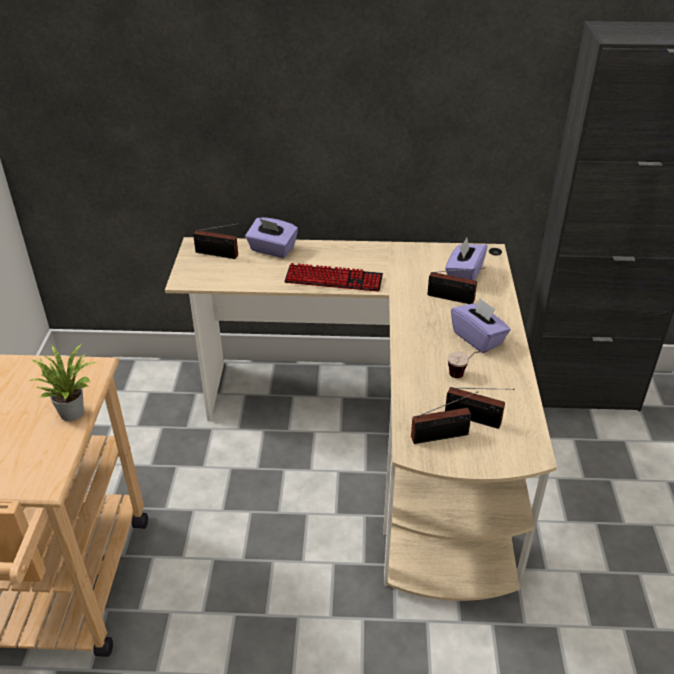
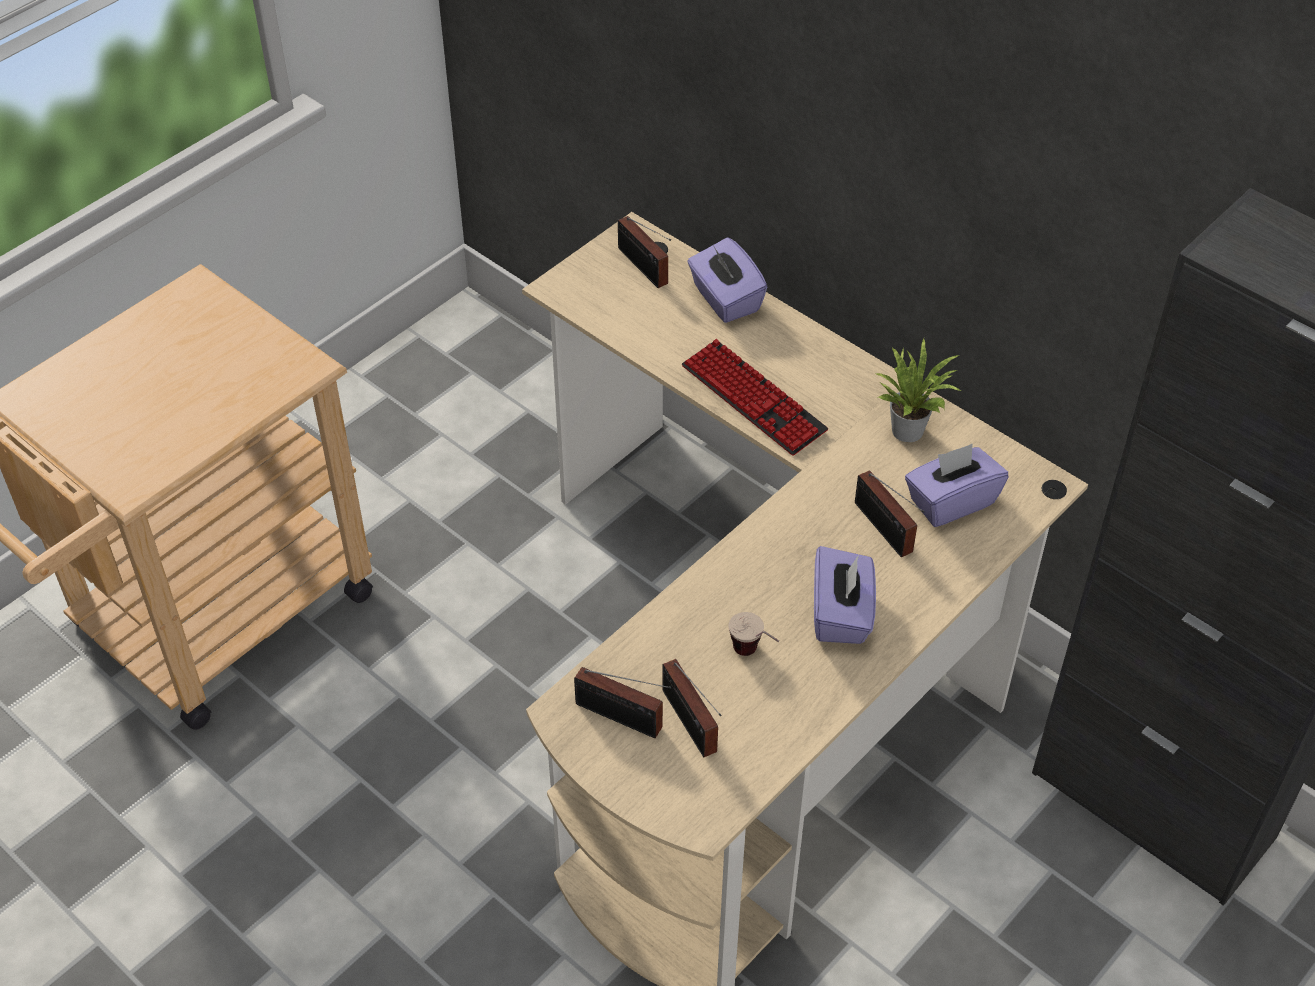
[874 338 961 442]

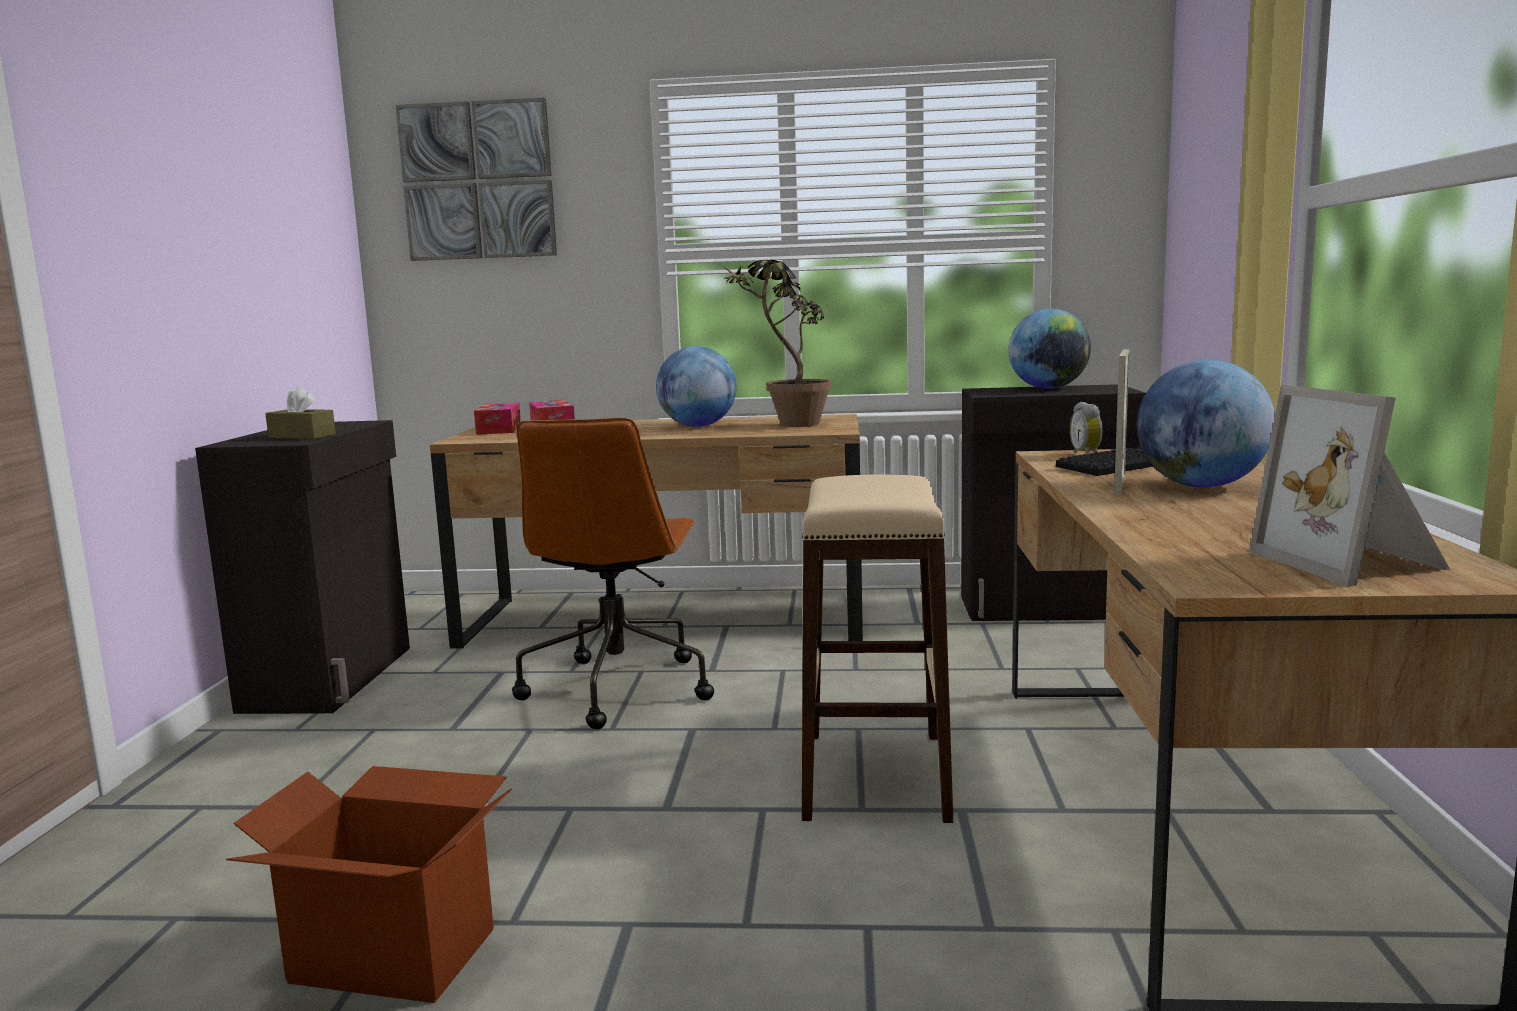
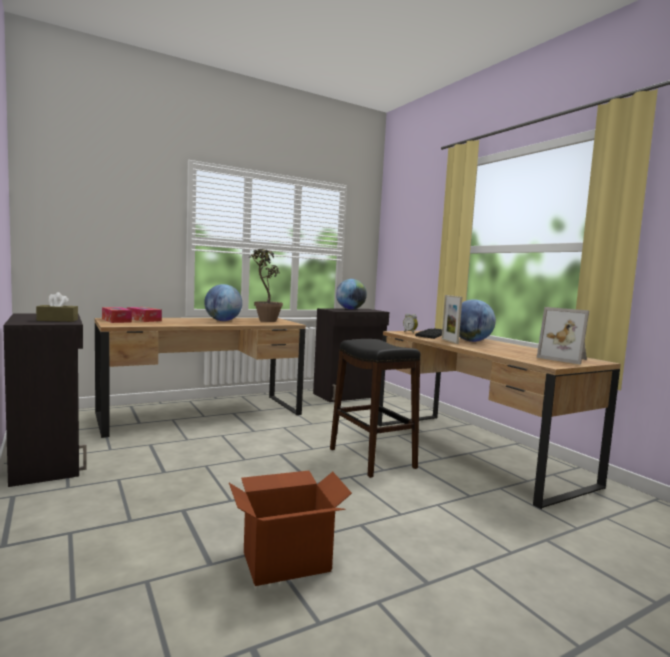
[395 97 557 261] (first image)
[512 418 714 729] (first image)
[330 339 421 478]

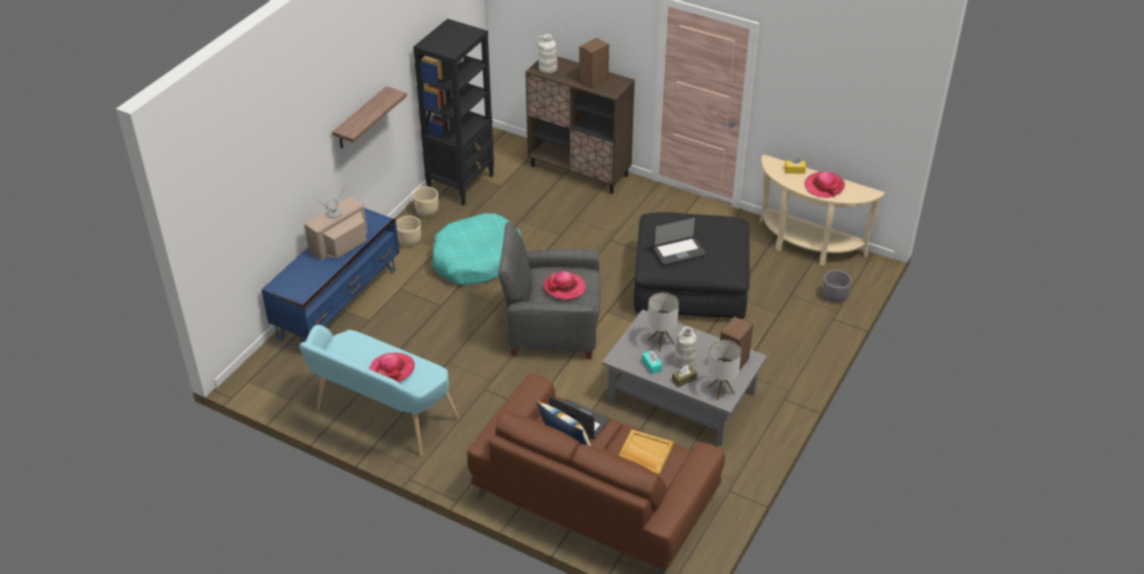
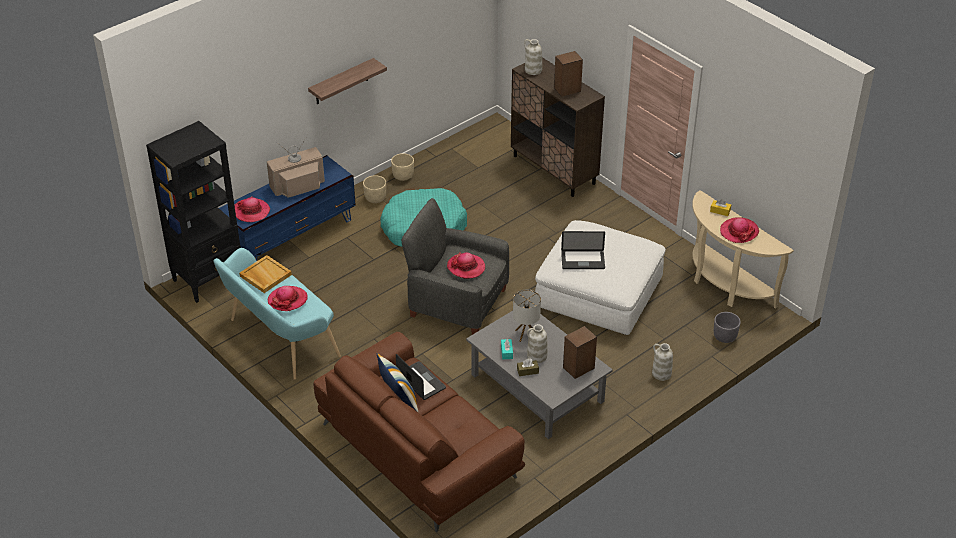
[146 121 241 303]
[535 220 666 335]
[708 340 741 400] (first image)
[239 255 292 293]
[234 196 270 222]
[652 343 673 381]

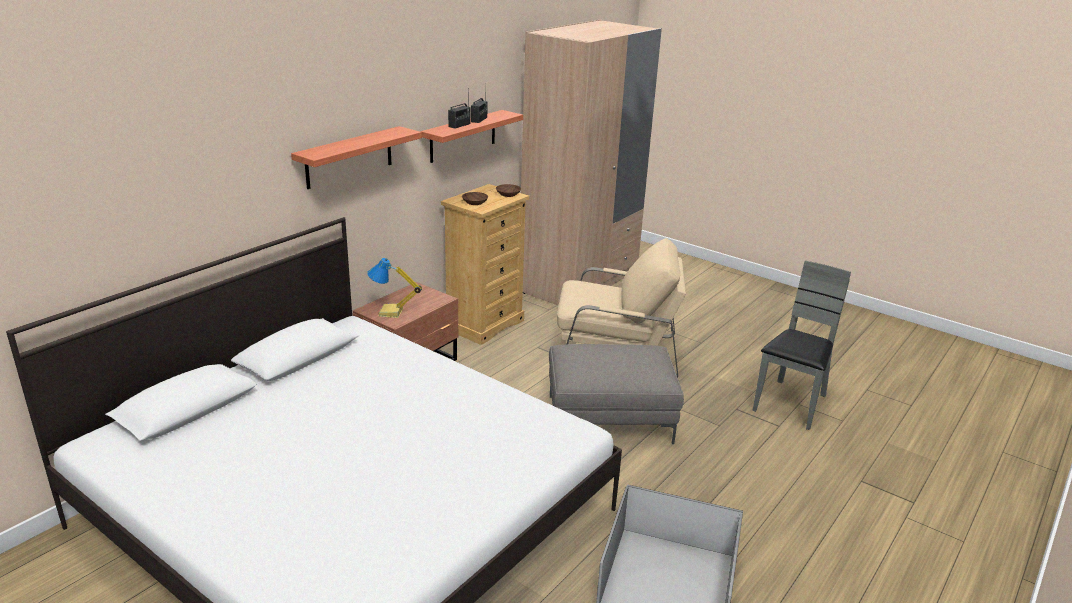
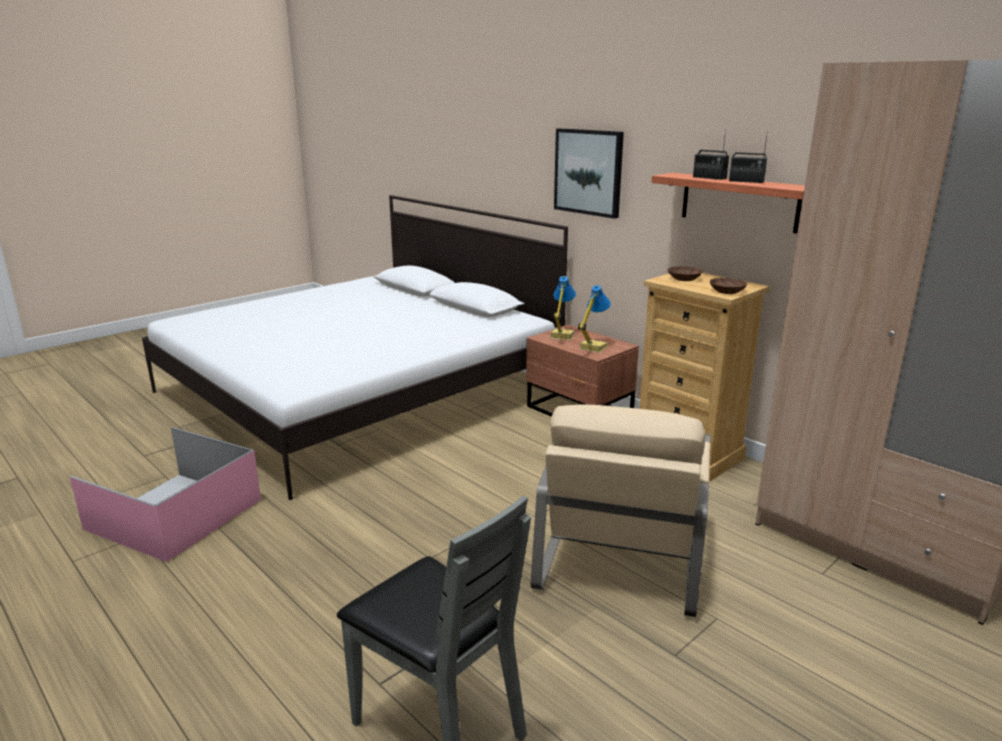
[554 128 624 219]
[549 344 684 445] (first image)
[578 285 611 353]

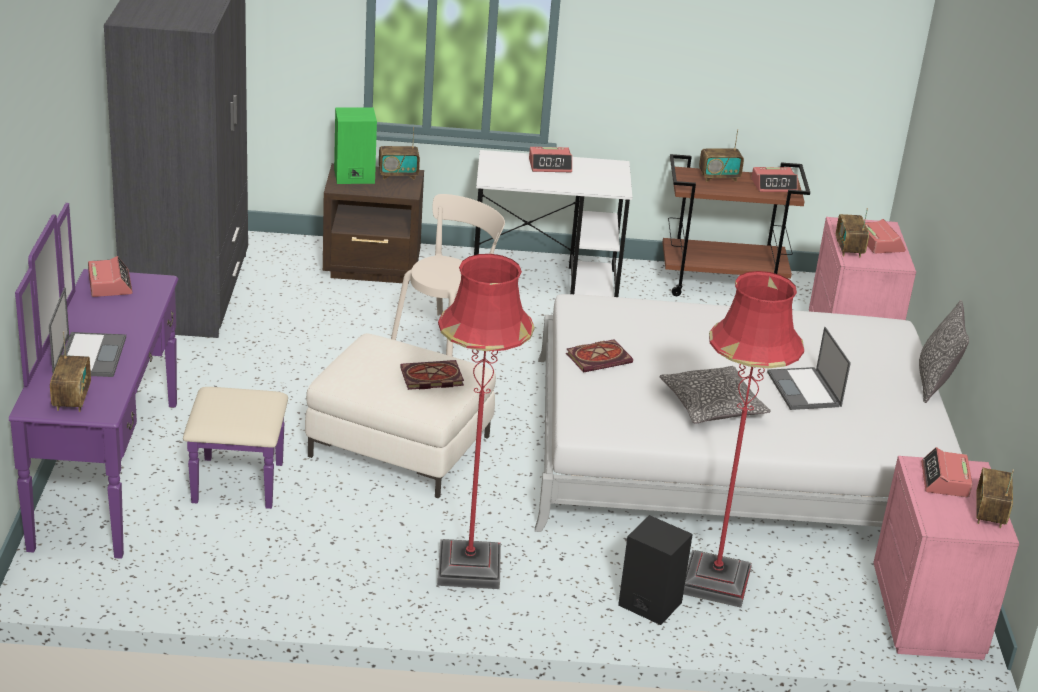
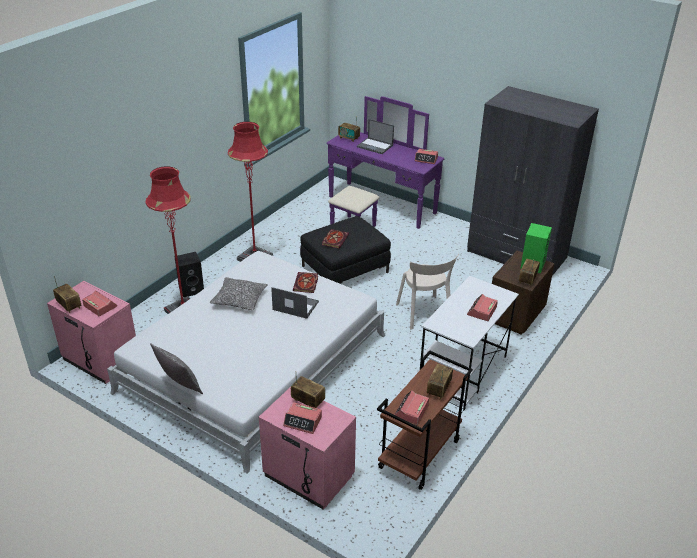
[271 287 319 319]
[300 216 391 284]

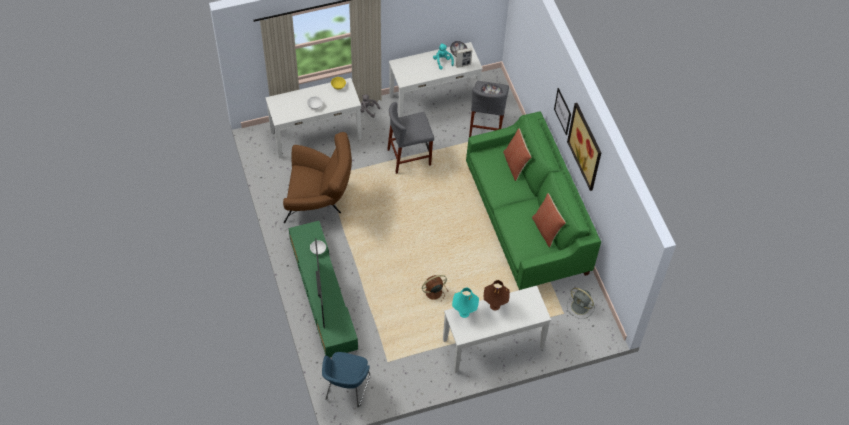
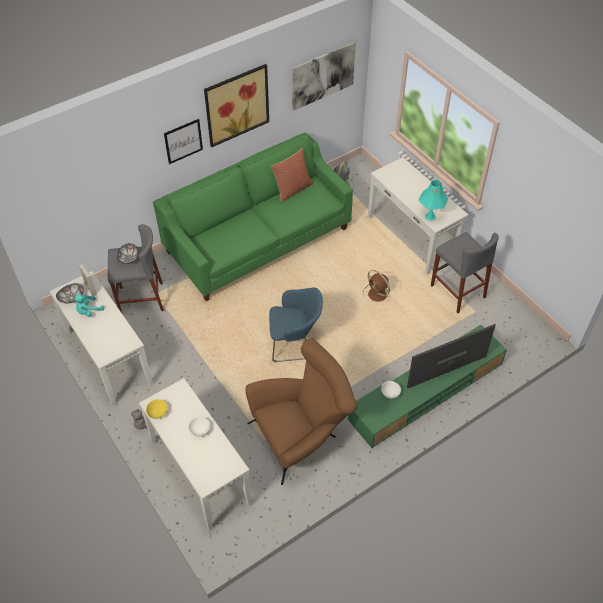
[431 232 499 313]
[503 128 532 181] (first image)
[245 338 357 485]
[484 280 510 310] (first image)
[269 288 323 363]
[292 42 356 111]

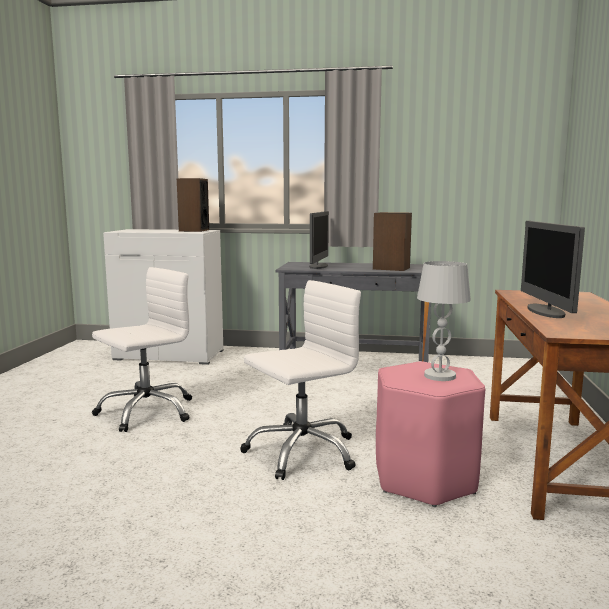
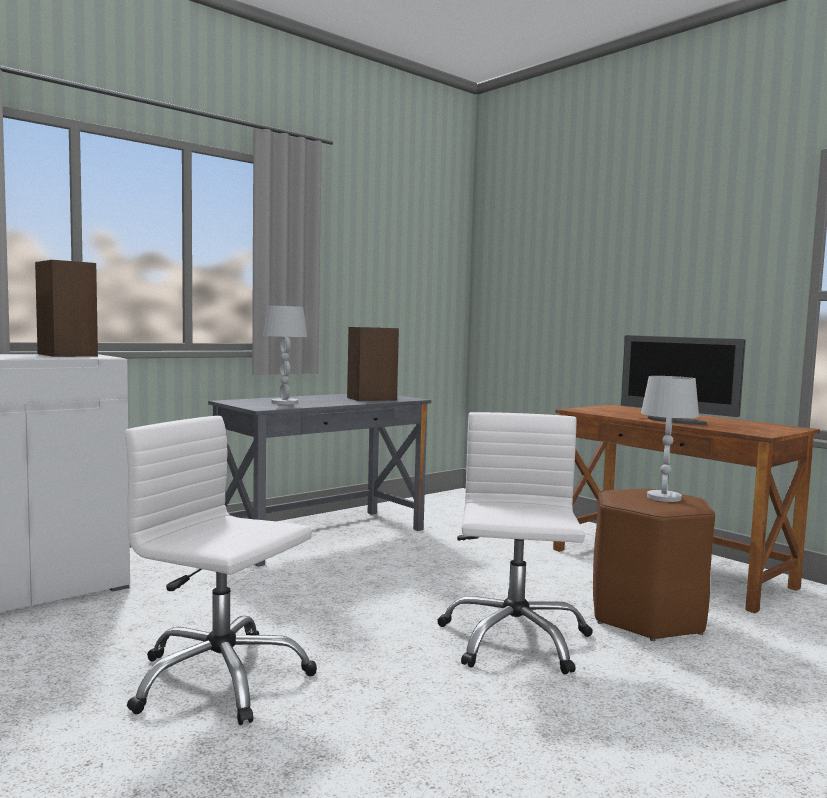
[263 306 307 405]
[125 416 317 725]
[593 488 715 641]

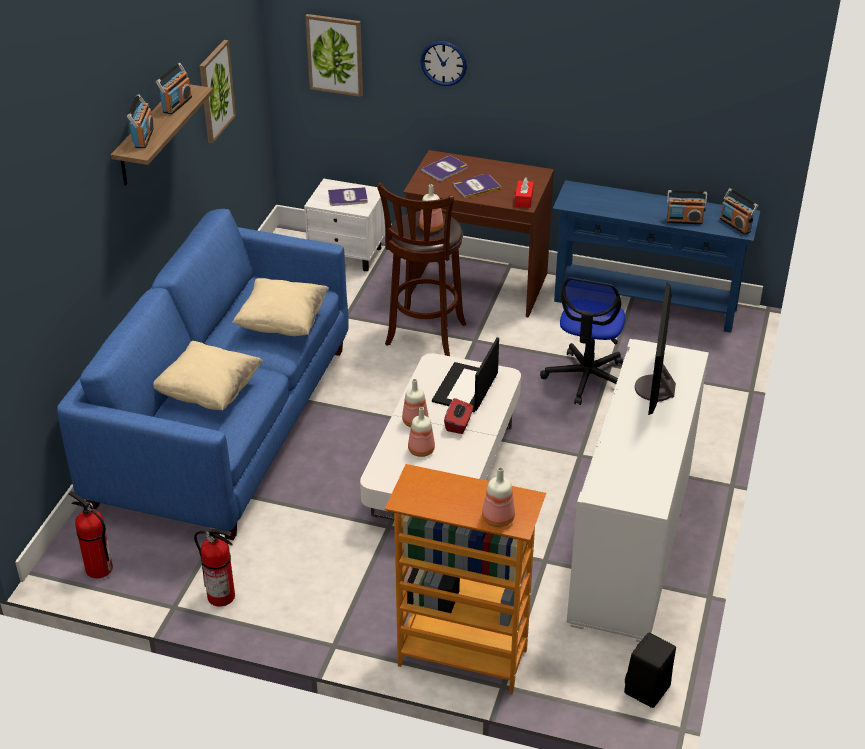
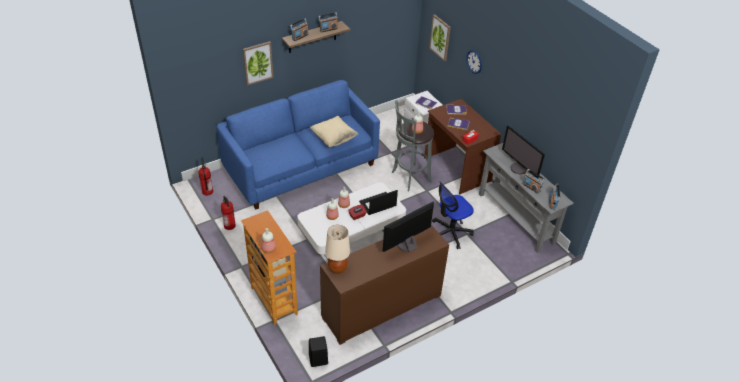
[243 41 274 86]
[479 143 574 253]
[391 100 434 191]
[320 225 449 345]
[153 341 263 411] (first image)
[502 126 545 179]
[325 225 350 274]

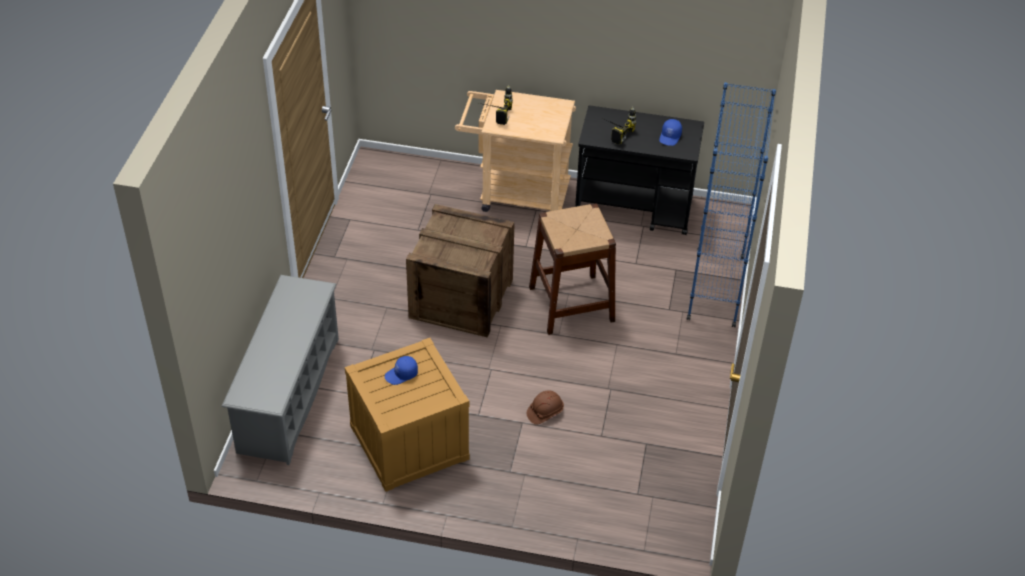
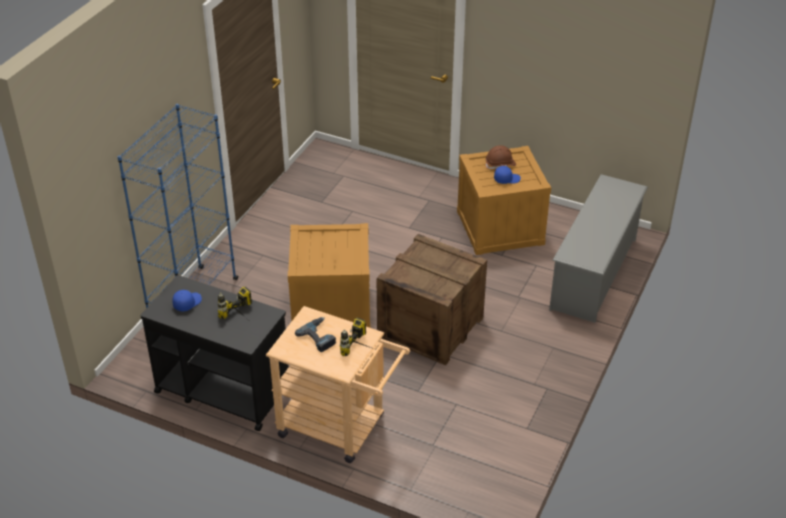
[288 223 370 328]
[486 145 516 169]
[295 317 336 352]

